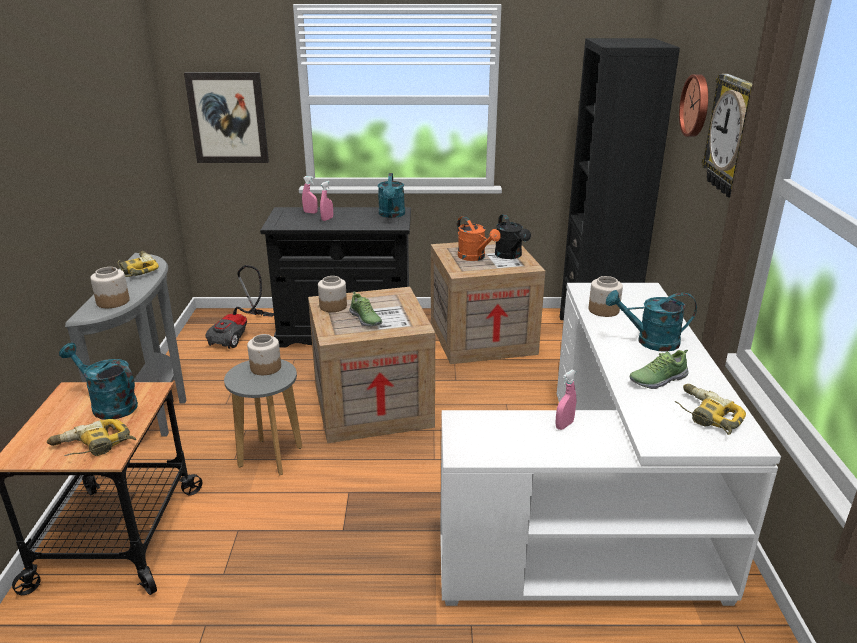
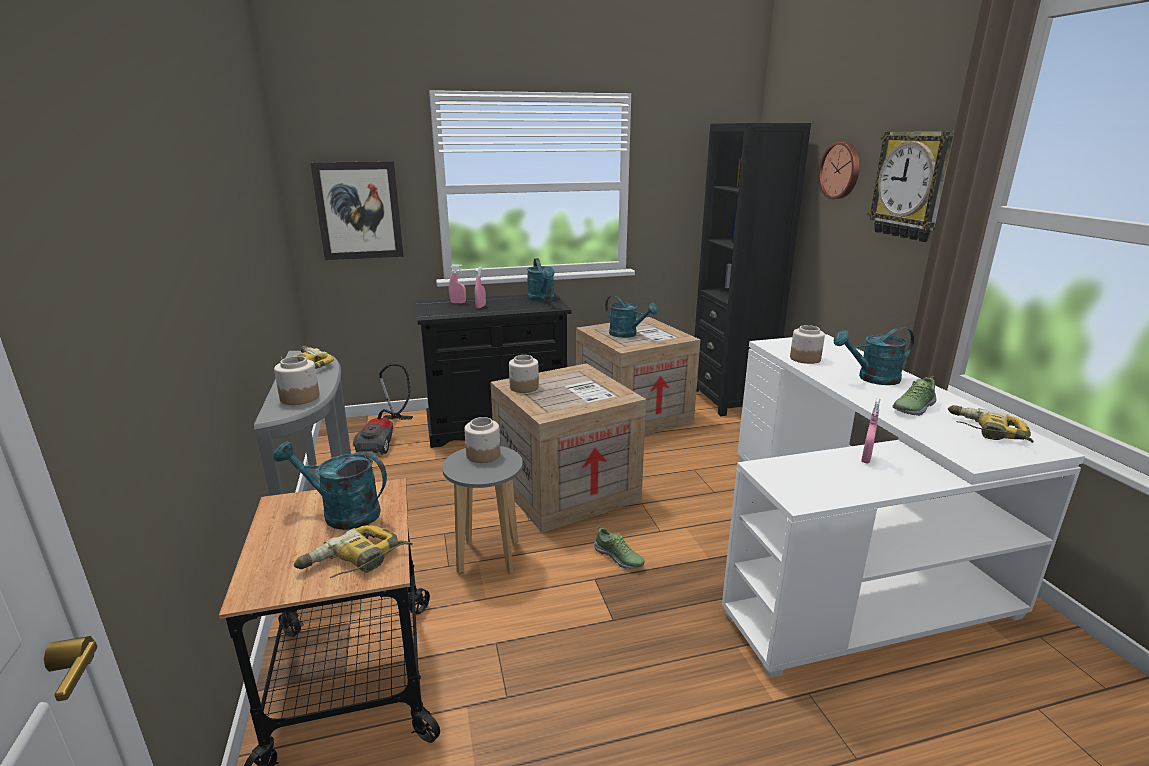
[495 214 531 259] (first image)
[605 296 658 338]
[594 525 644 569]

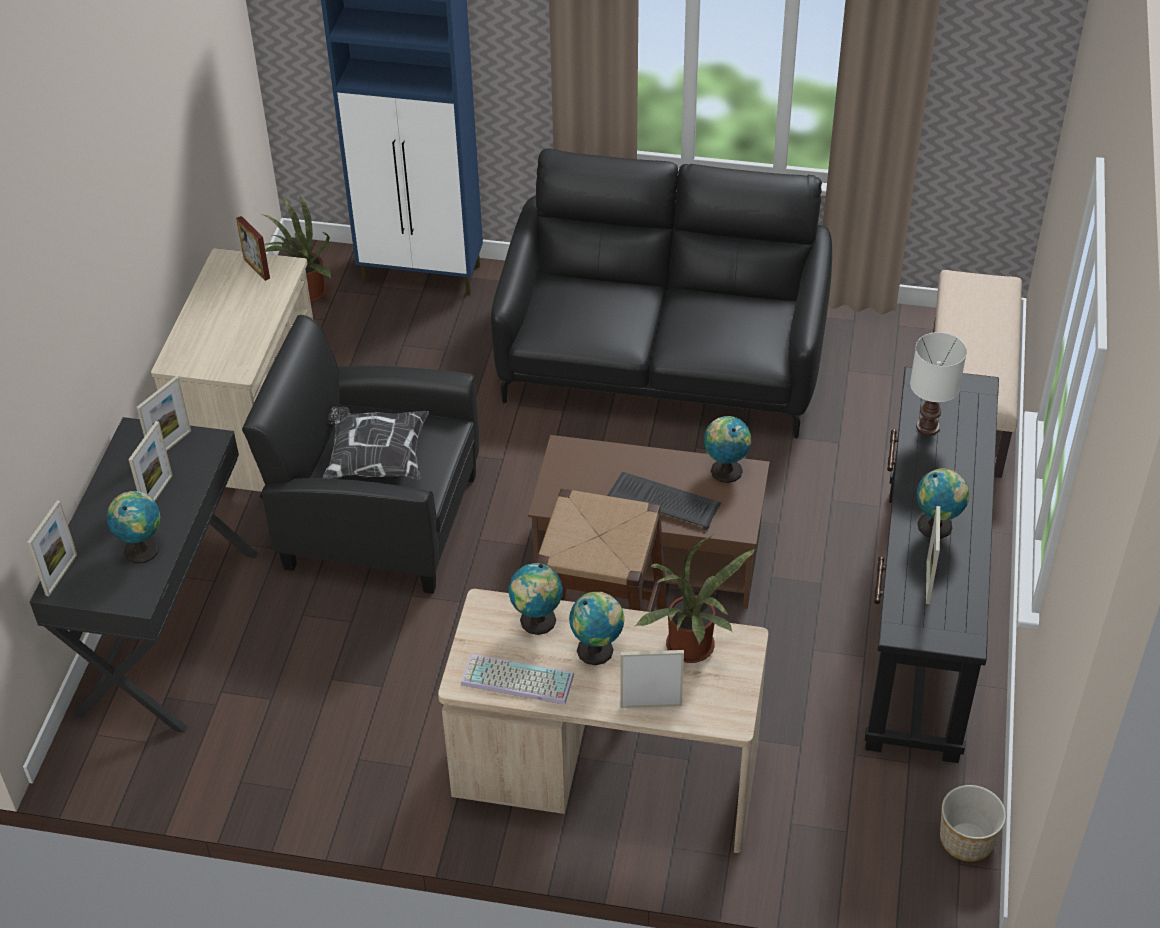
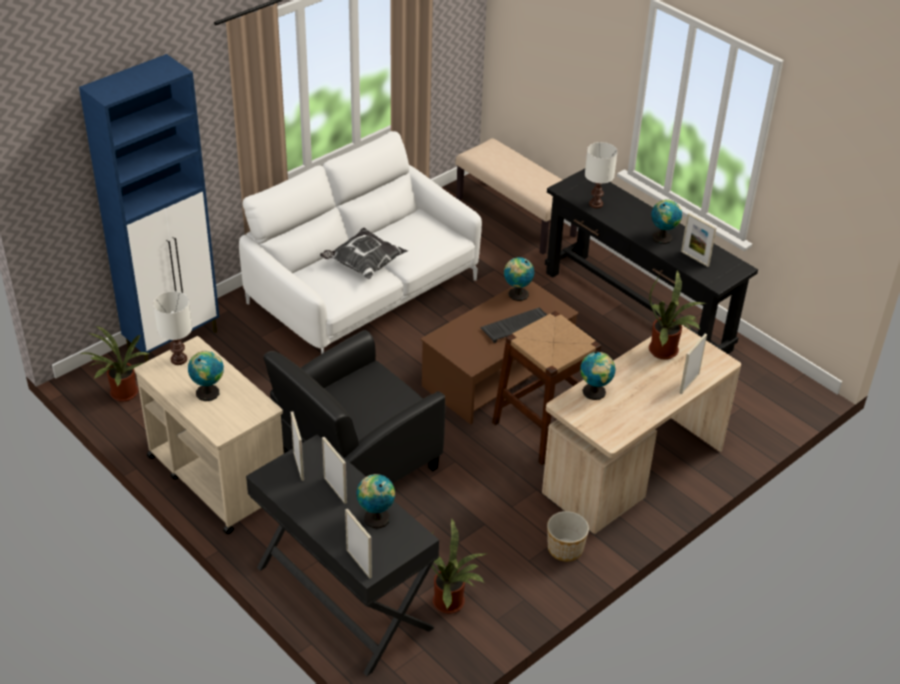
[239 131 482 354]
[153 291 192 365]
[320 227 408 279]
[188 351 224 401]
[461 653 574 705] (first image)
[547 511 589 561]
[431 518 485 614]

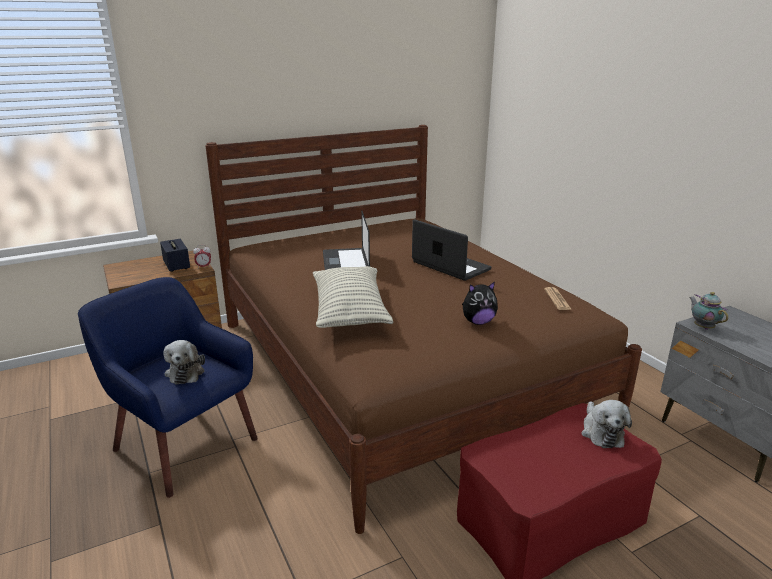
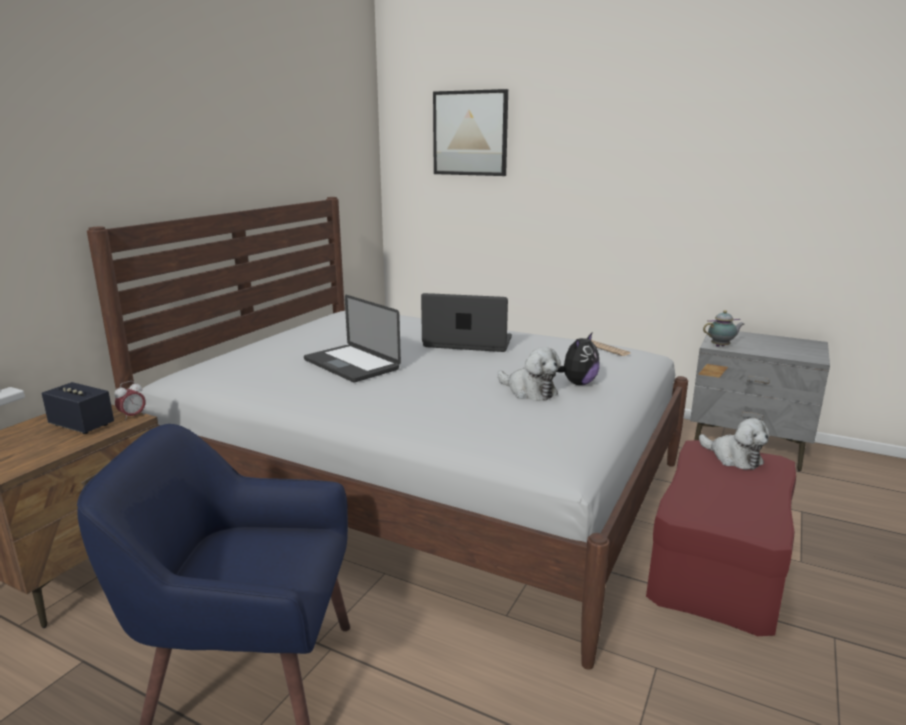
[87 197 688 670]
[313 266 394 328] (first image)
[703 310 744 347]
[497 347 561 401]
[433 89 508 176]

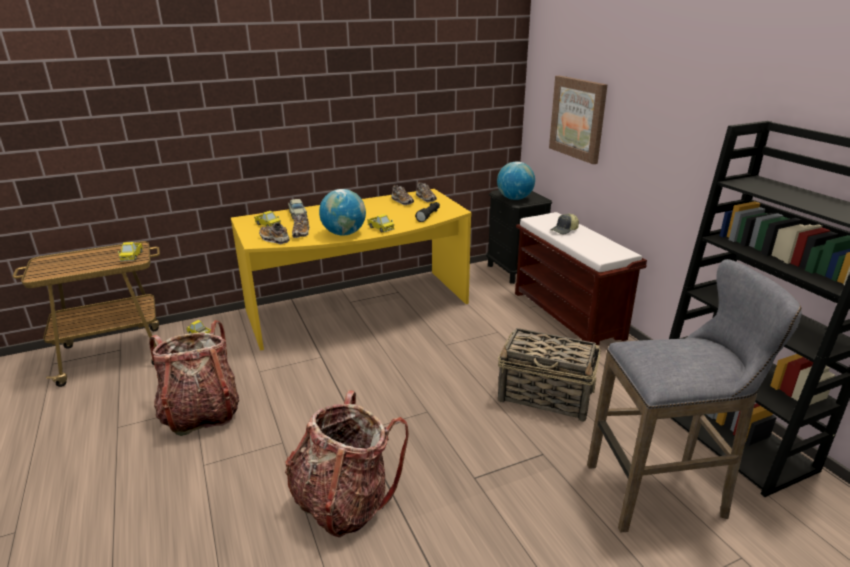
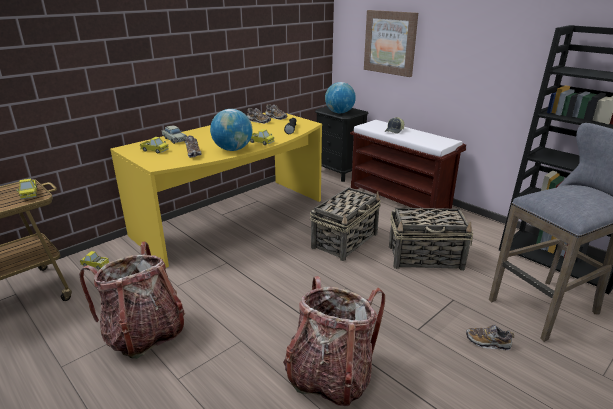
[466 324 514 351]
[310 187 381 261]

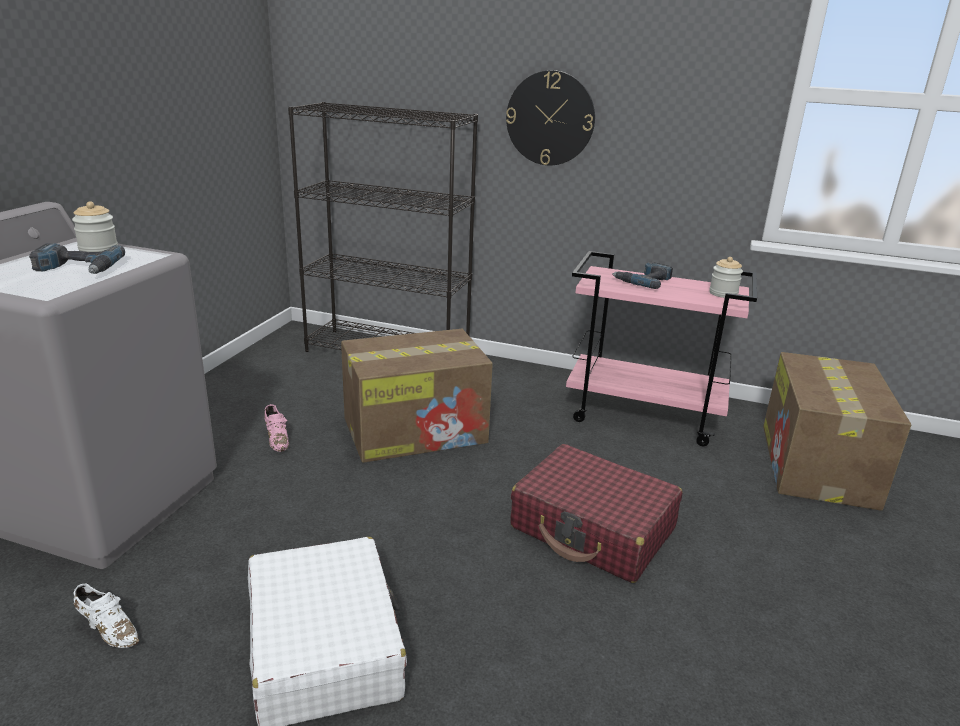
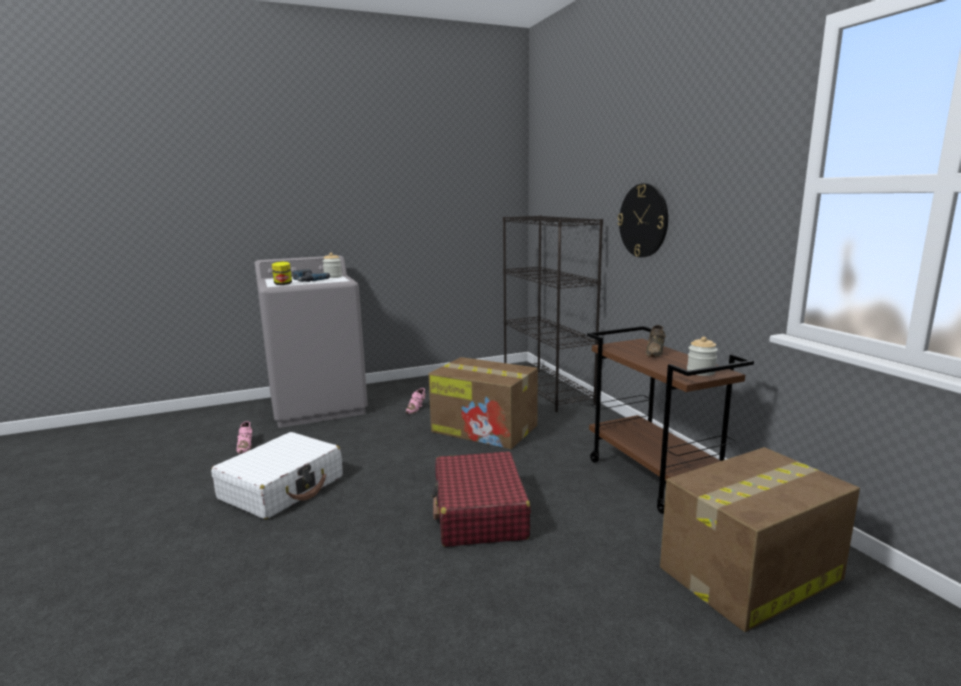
[587 326 754 514]
[646 325 666 357]
[236 421 252 454]
[272 261 292 285]

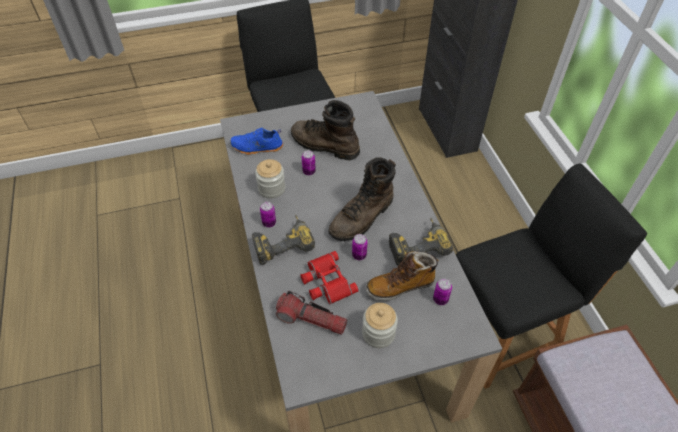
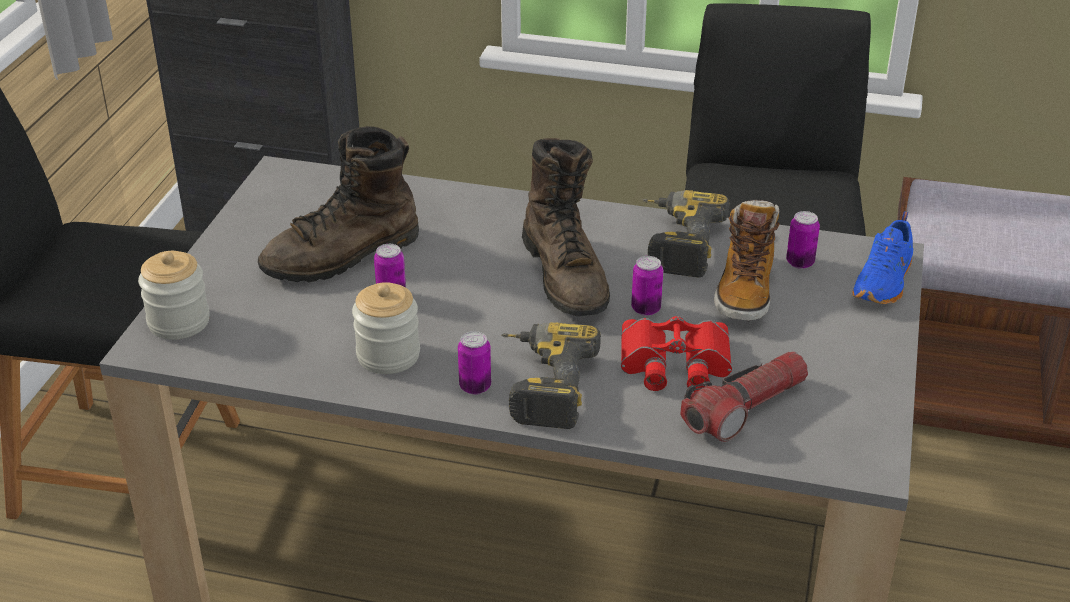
[852 211 913 304]
[138 251 210 340]

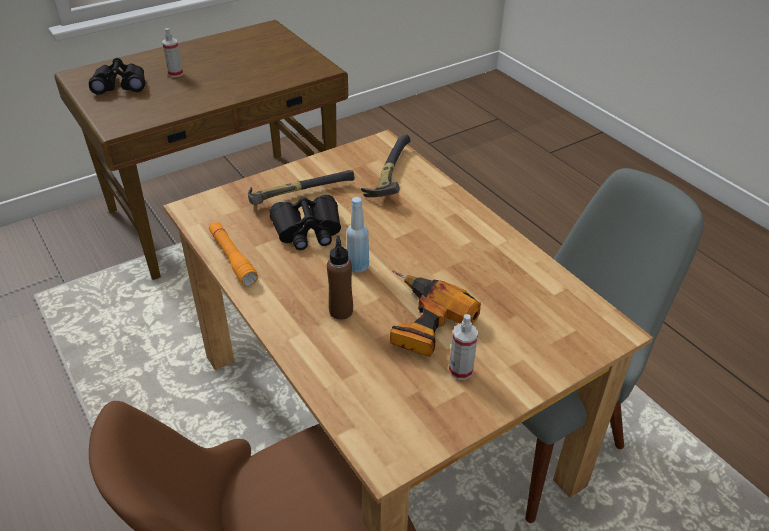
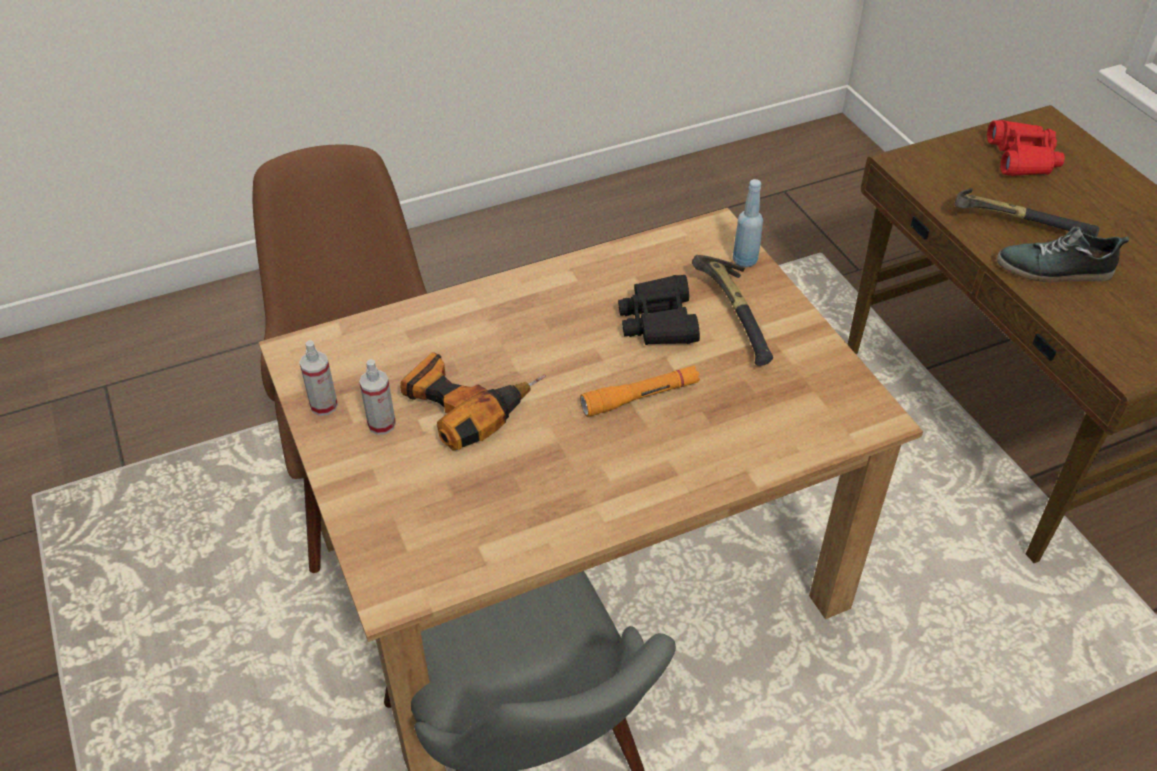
[299 341 338 416]
[987 120 1065 176]
[954 188 1099 237]
[733 179 763 267]
[580 366 700 417]
[327 235 353 320] (first image)
[997 227 1129 282]

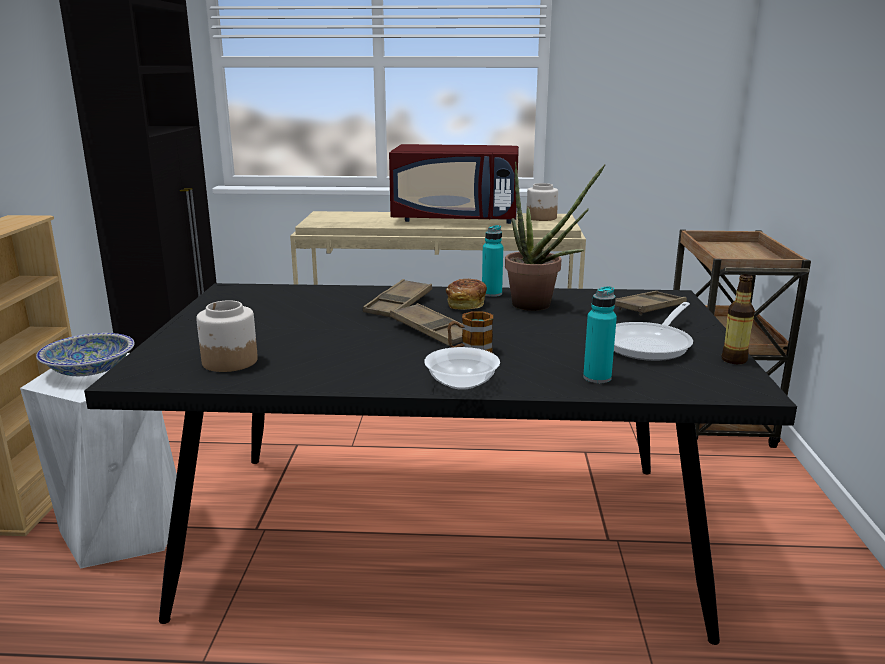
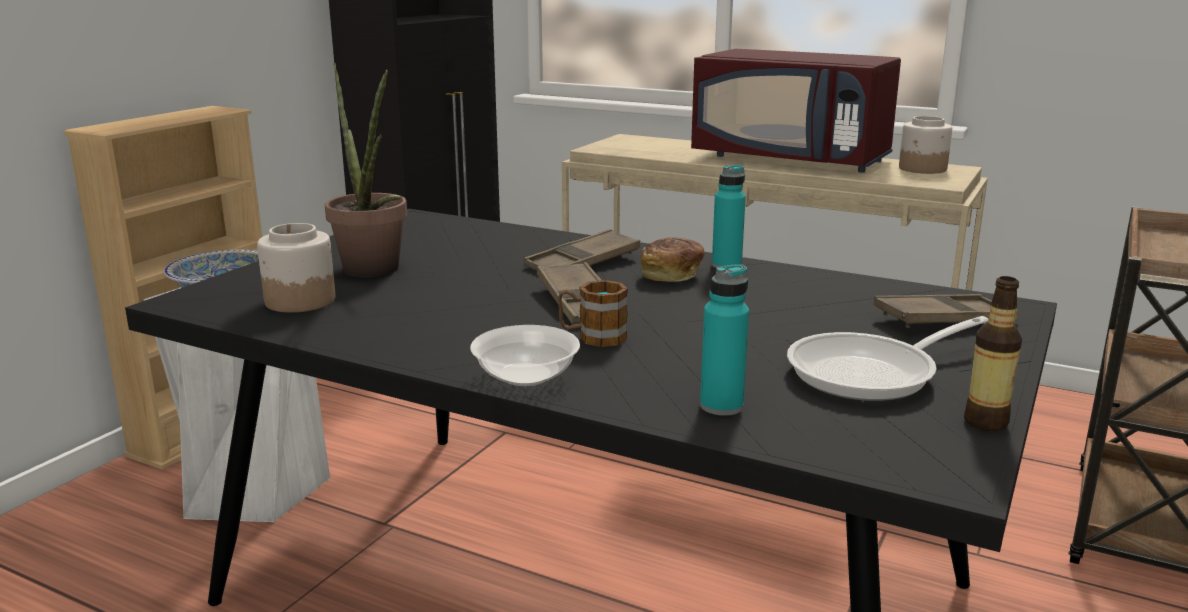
[325 63 407 277]

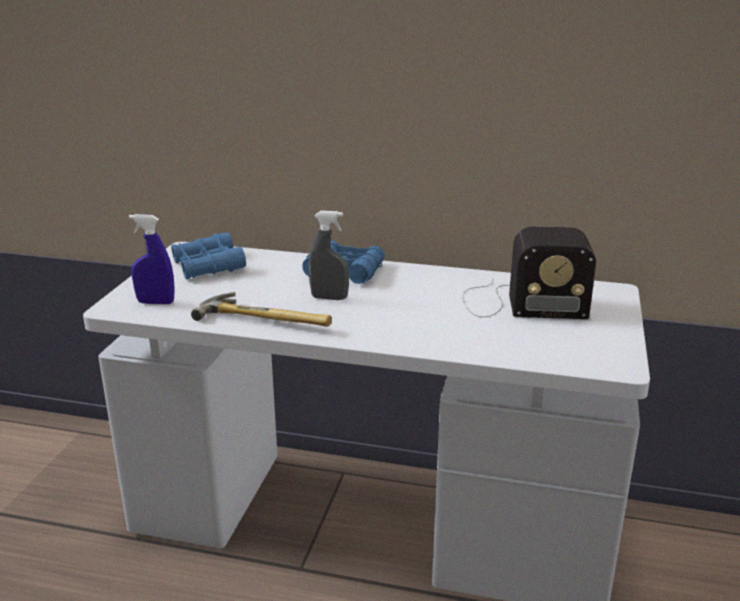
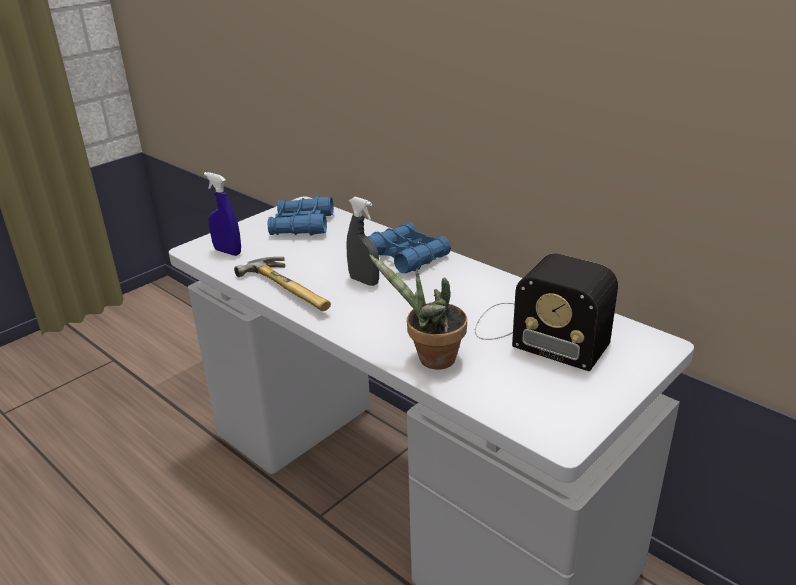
[369 254 467 370]

